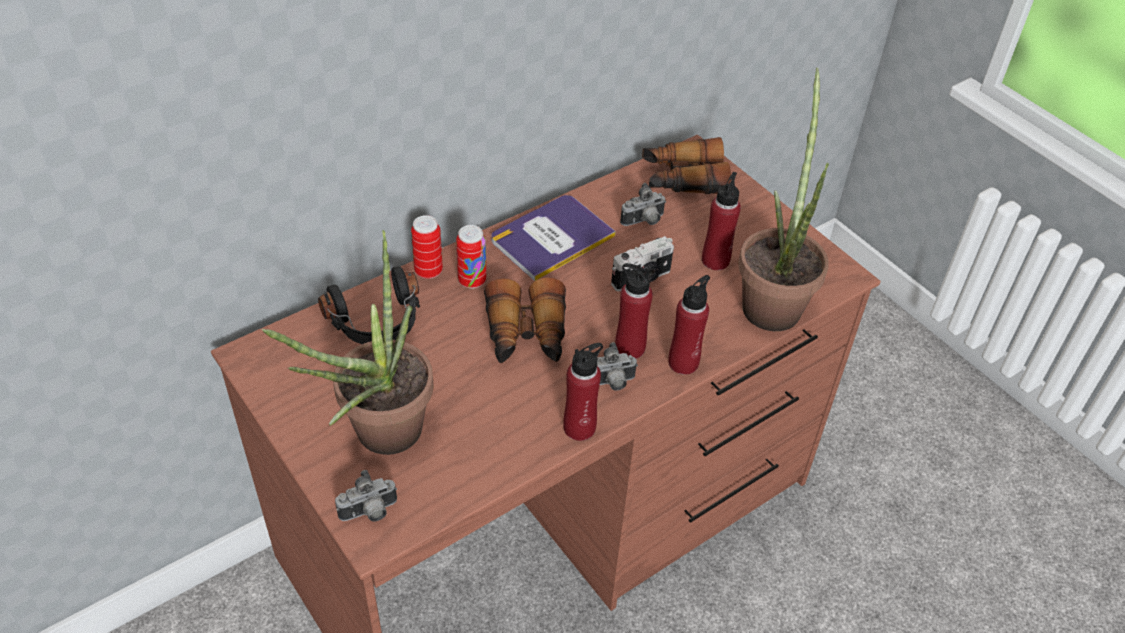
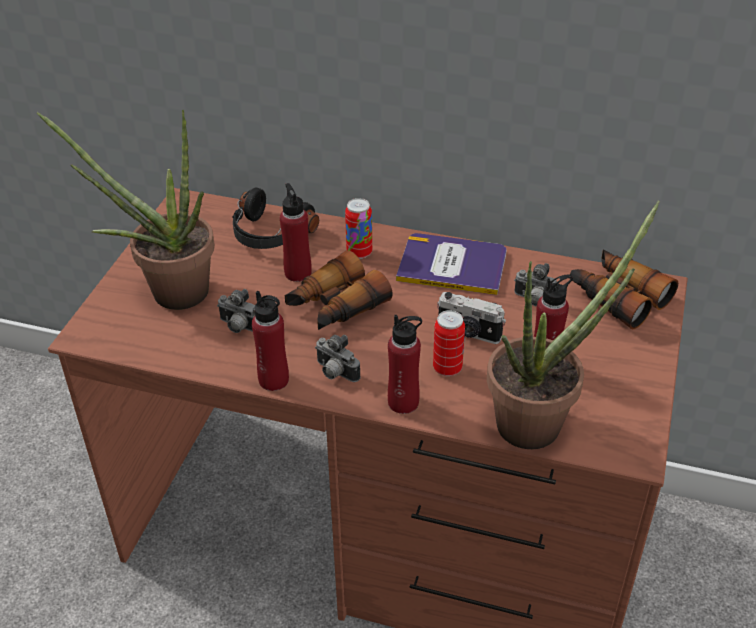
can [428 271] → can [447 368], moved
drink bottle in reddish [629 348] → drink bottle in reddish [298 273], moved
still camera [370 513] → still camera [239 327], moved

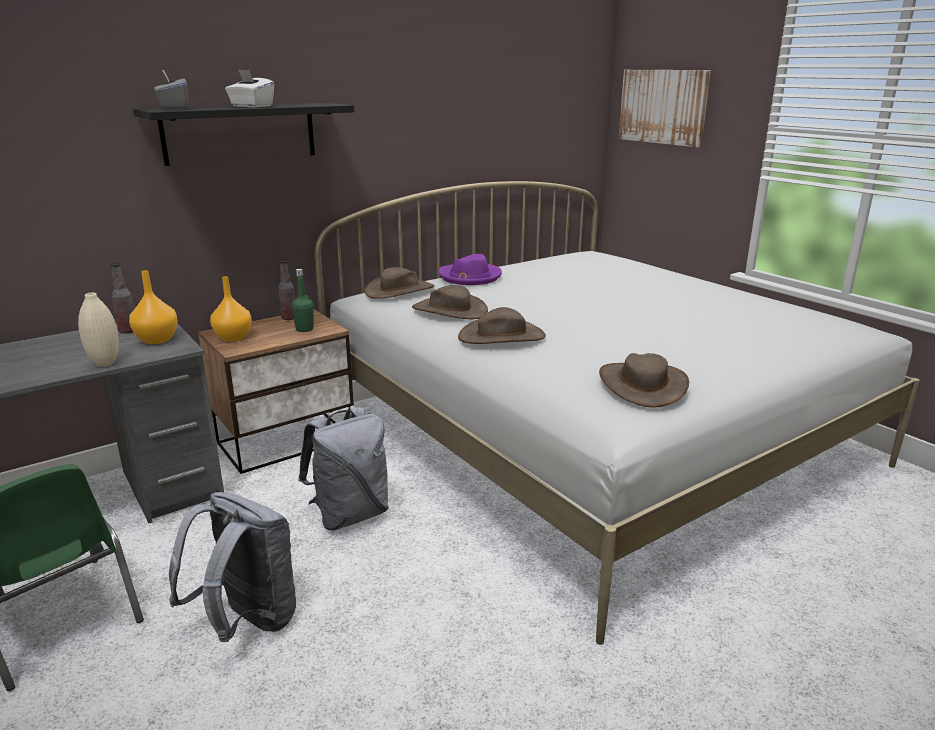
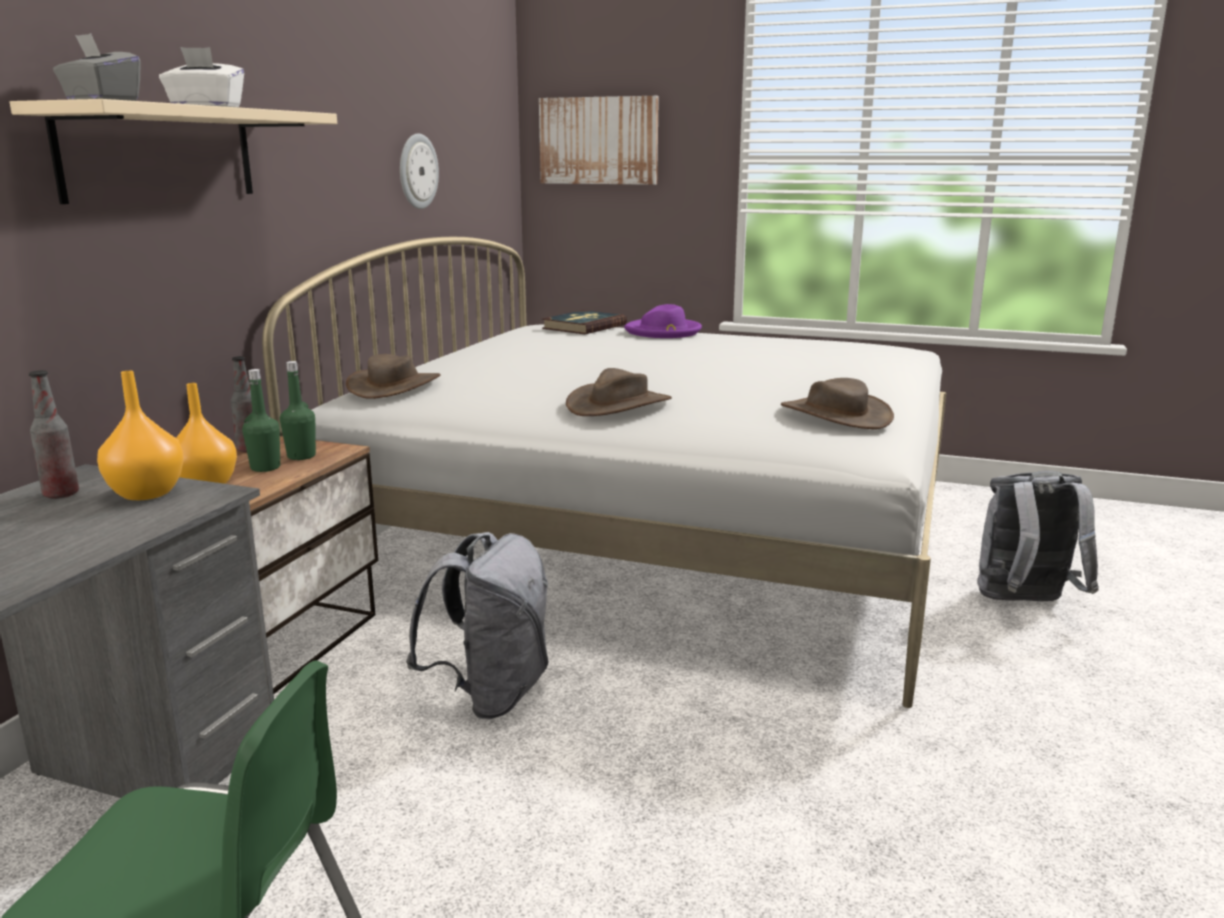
shelf in blackish [240 133] → shelf in sand-coloured [160 154]
hat in purple-coloured [469 277] → hat in purple-coloured [663 332], moved
hat in brown-coloured [450 310] → -
decorative vase in sand-coloured [105 363] → -
backpack in gray [247 621] → backpack in gray [1024 603], moved
- → hanging clock [417 171]
- → volume [584 326]
- → drink bottle in greenish [265 468]

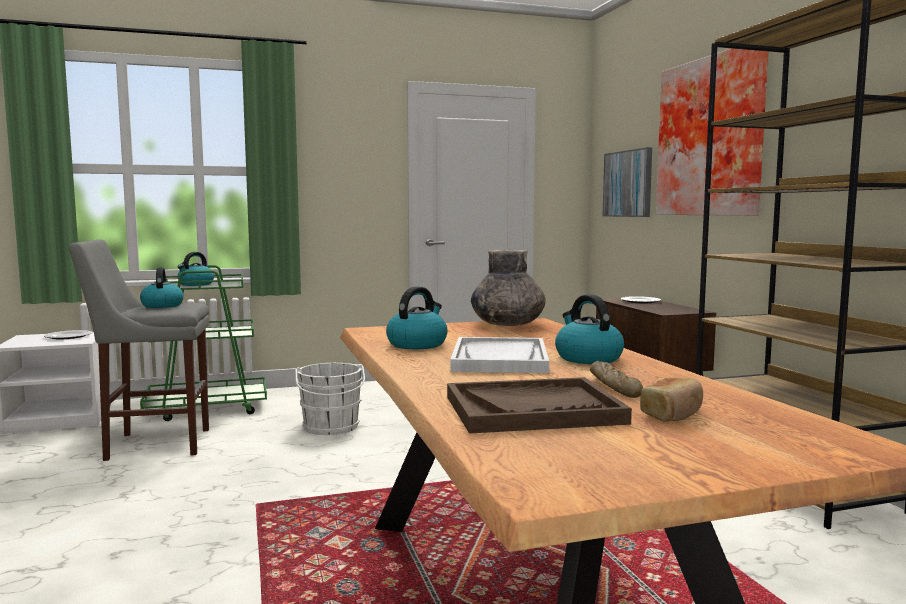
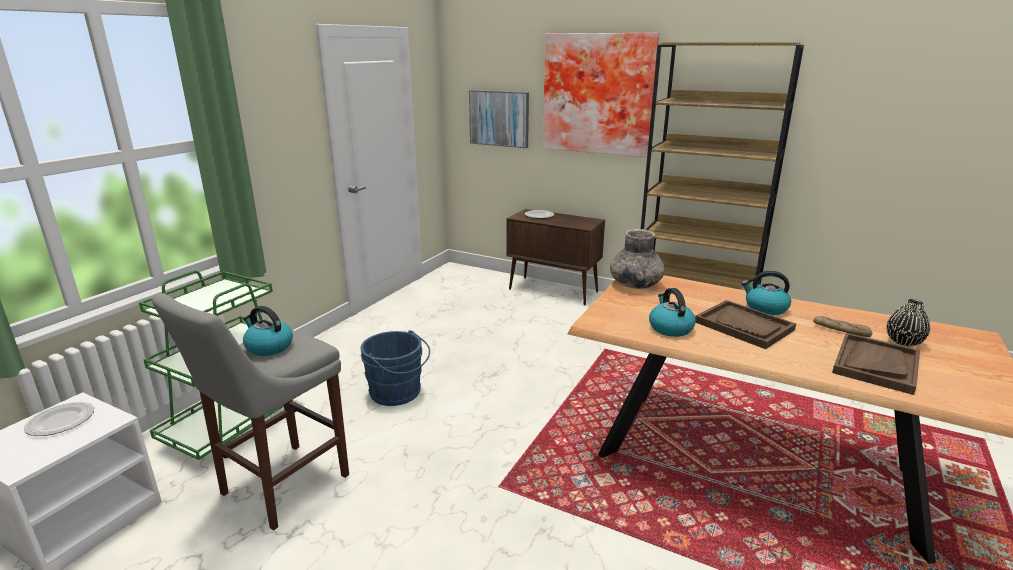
kettle [195 284] → -
carrying tray in white [500 359] → carrying tray in brown-coloured [744 326]
pail in white [331 428] → pail in blue-coloured [398 393]
bakery bread [673 413] → decorative vase in blackish [903 342]

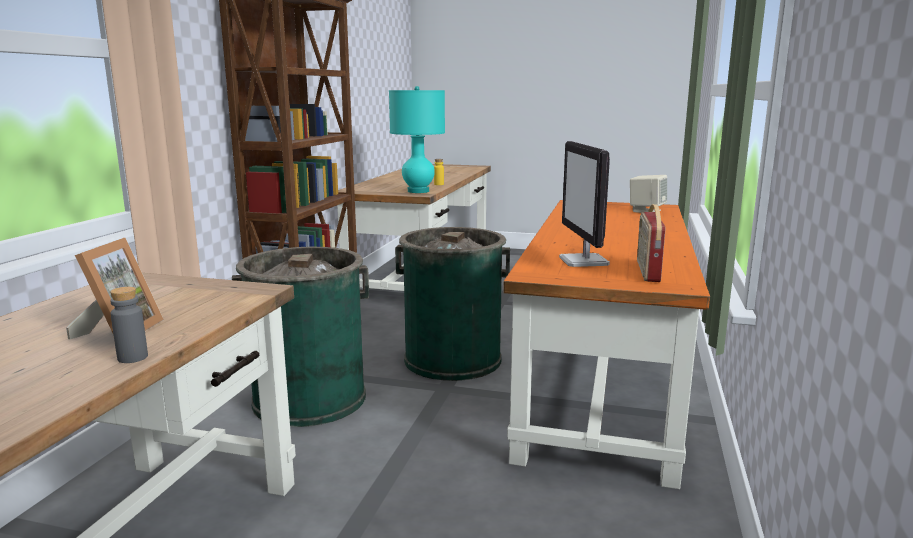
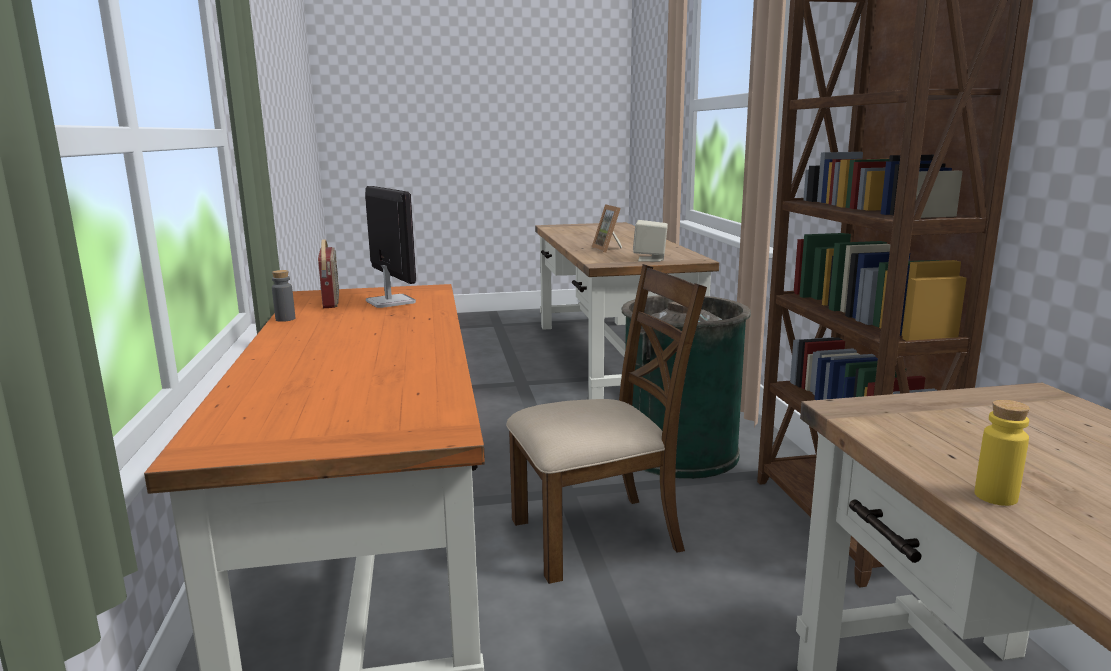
table lamp in blue-green [418 191] → -
speaker in sand-coloured [646 211] → speaker in sand-coloured [650 259], moved
rubbish bin in greenish [452 359] → plain chair in brown-coloured [598 535]
drink bottle in gray [132 357] → drink bottle in gray [285 319], moved

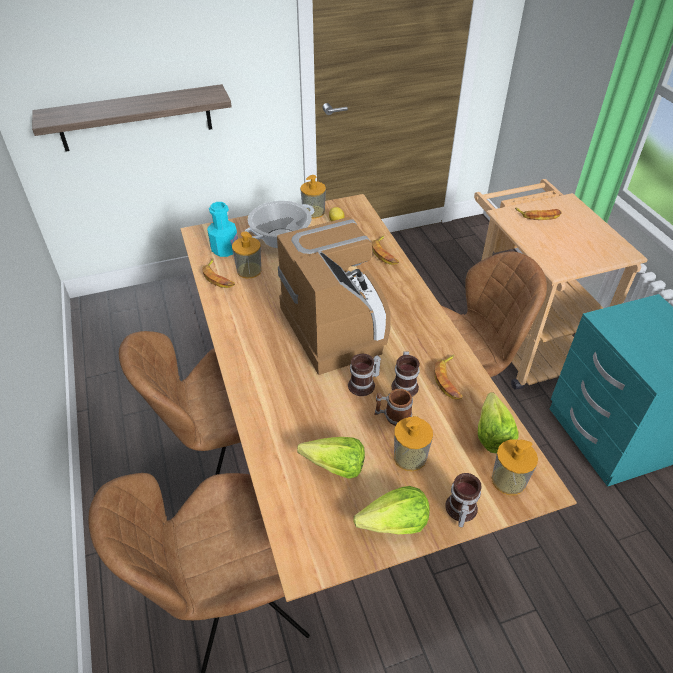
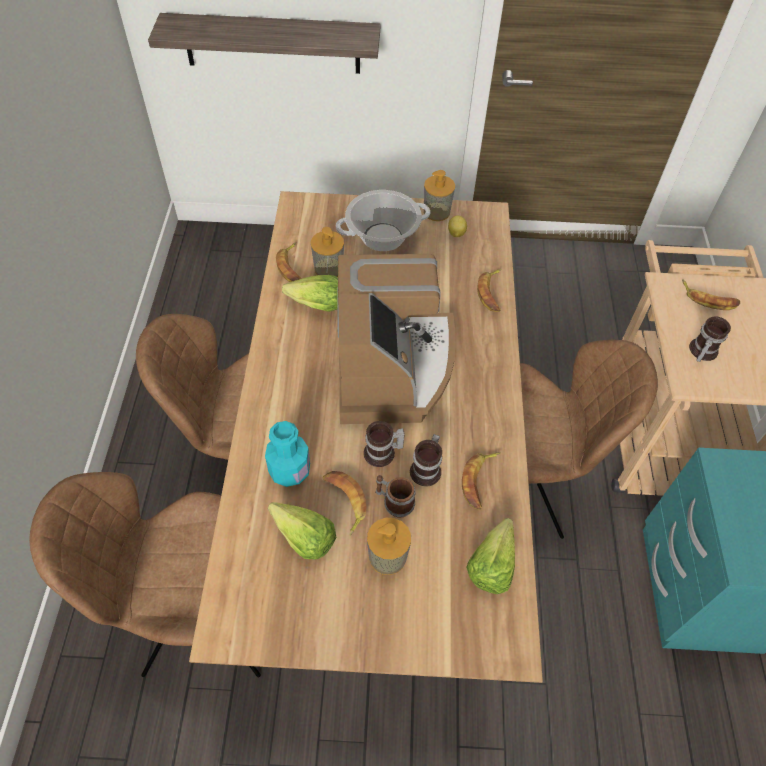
drink bottle in blue-green [225 249] → drink bottle in blue-green [289 470], moved
liquid soap bottle [508 480] → -
coffee mug [459 510] → coffee mug [701 351], moved
head of lettuce [394 524] → head of lettuce [317 305], moved
- → whole banana [344 502]

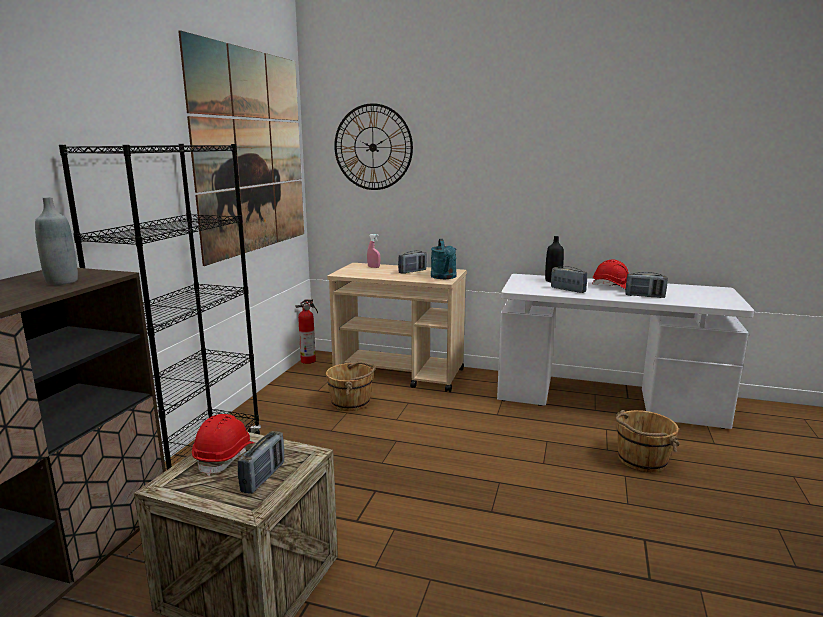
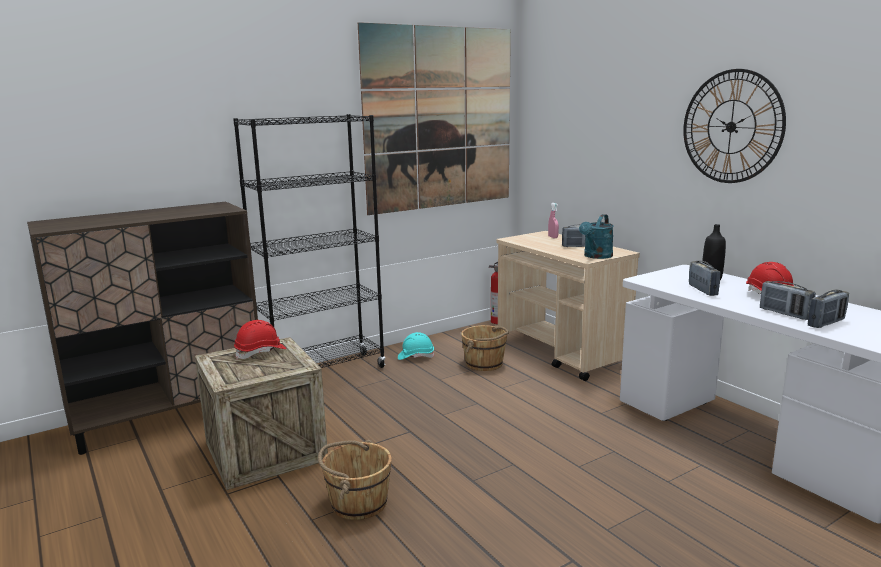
hanging clock [373 147] → hanging clock [731 127], moved
drink bottle in gray [62 282] → -
pail in brown-coloured [641 460] → pail in brown-coloured [358 502], moved
radio receiver [263 477] → radio receiver [826 323], moved
- → hard hat in blue-green [416 356]

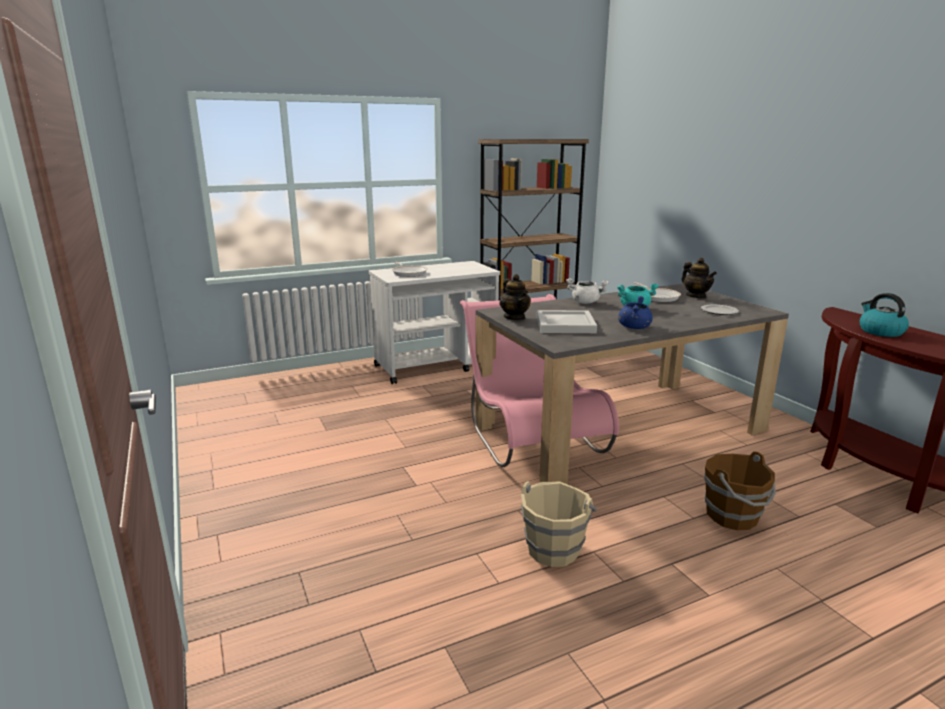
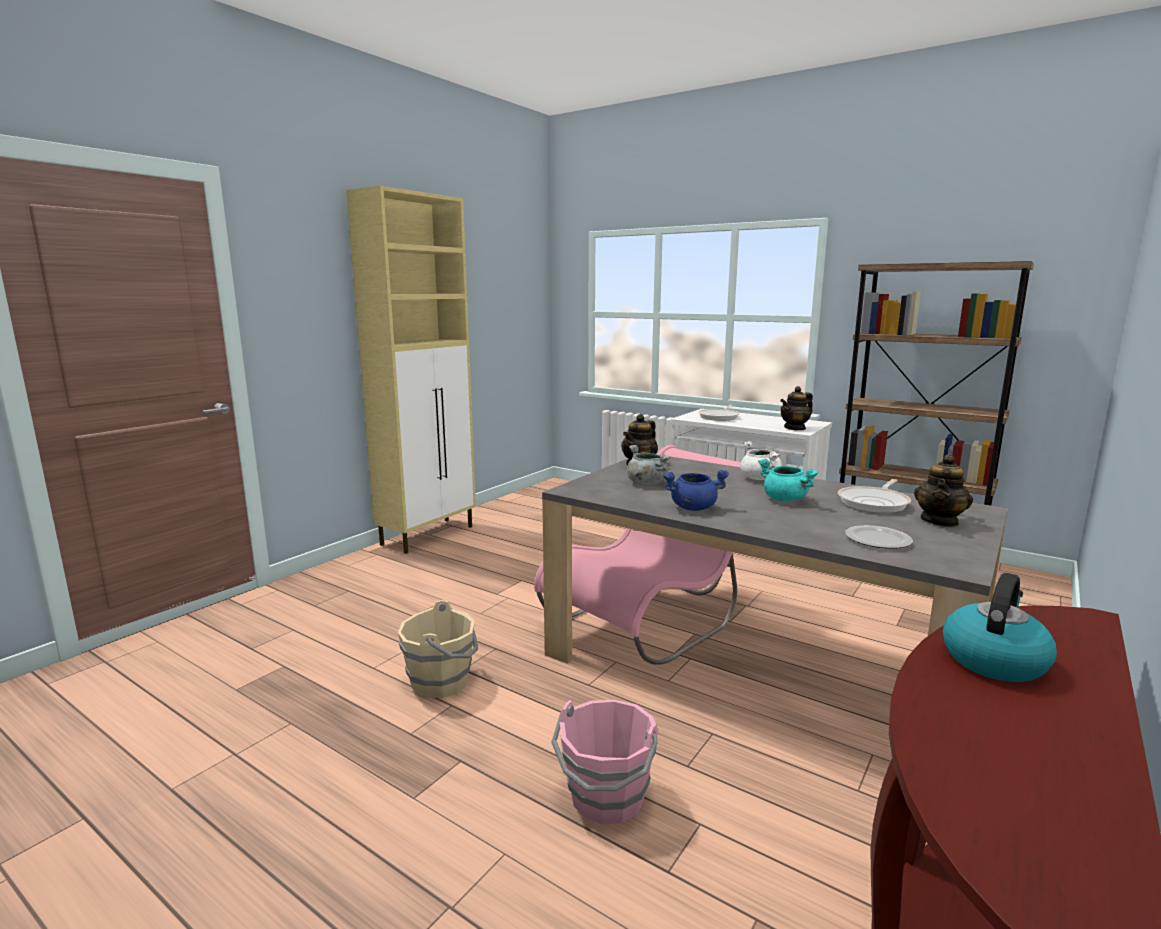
carrying tray in white [564 325] → saucepot in gray [646 483]
pail in brown-coloured [733 516] → pail in pinkish [607 798]
- → cupboard in sand-coloured [429 535]
- → tea pot [795 428]

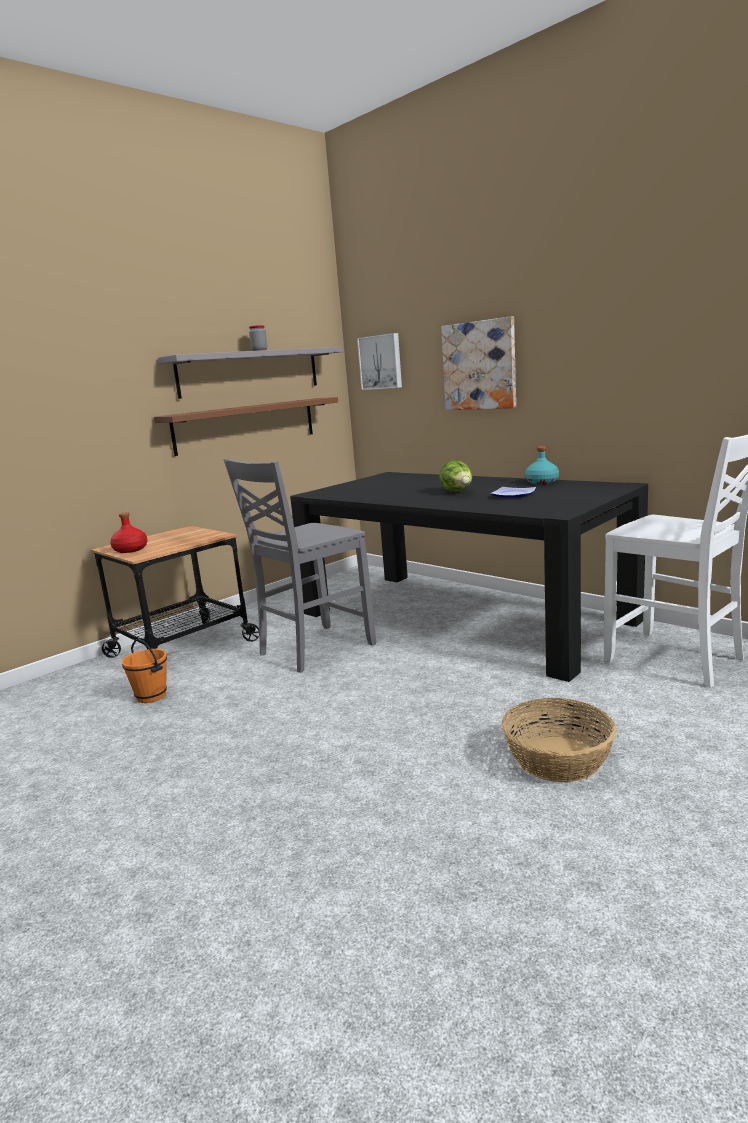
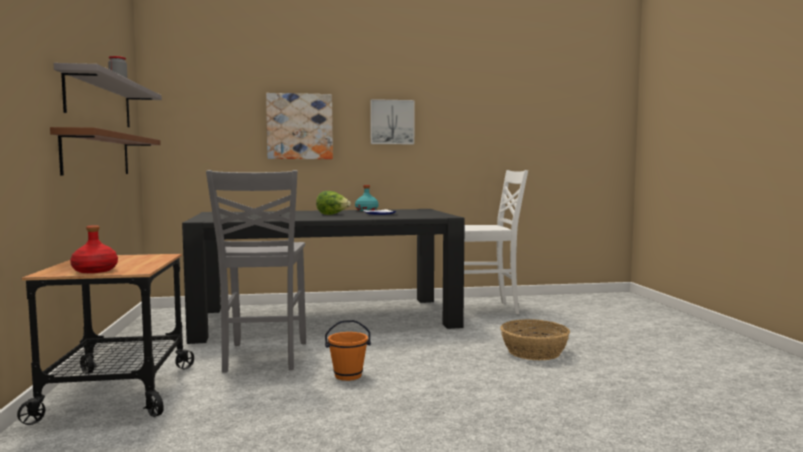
picture [381 362] → picture [392 122], moved
pail in orange [152 696] → pail in orange [348 375], moved

